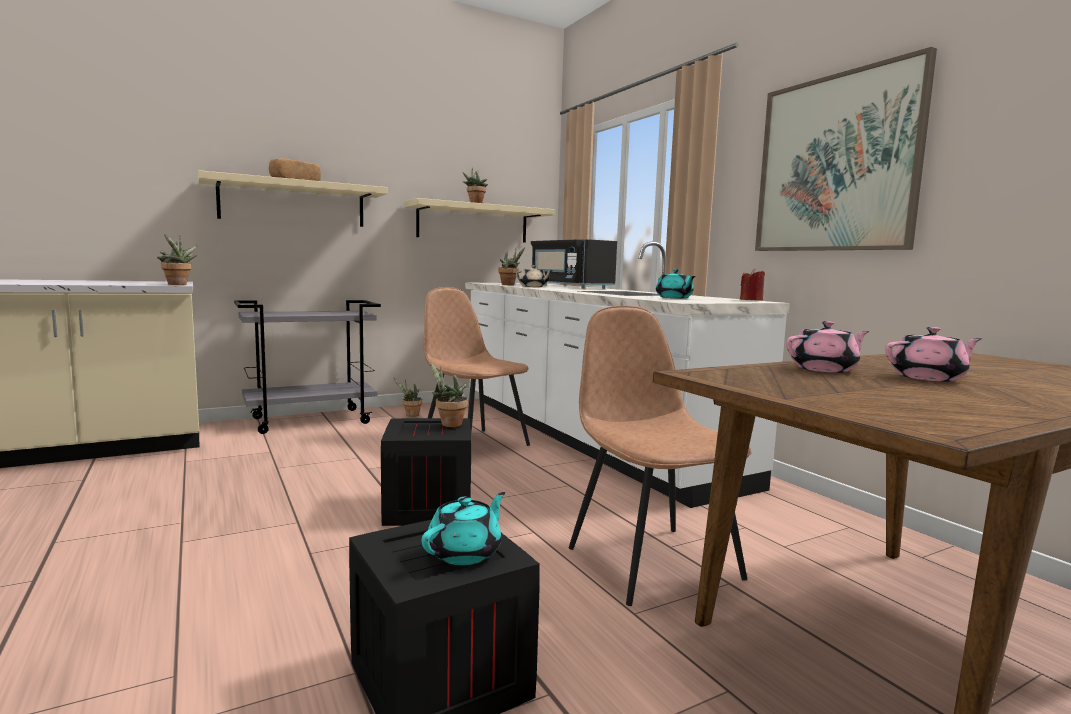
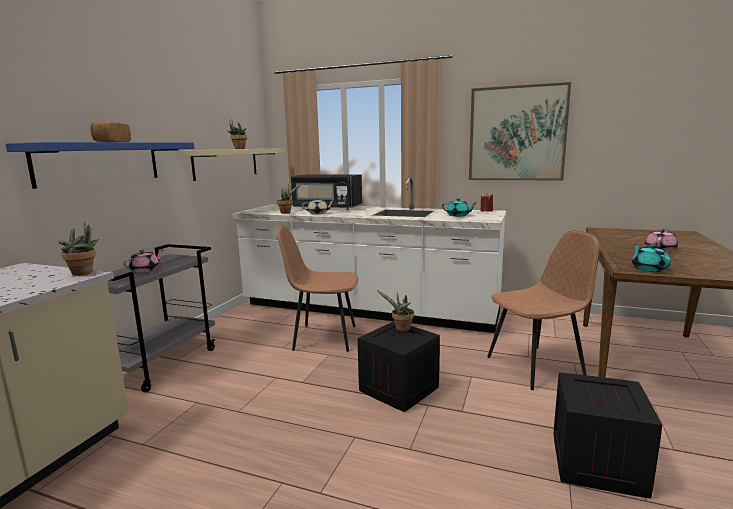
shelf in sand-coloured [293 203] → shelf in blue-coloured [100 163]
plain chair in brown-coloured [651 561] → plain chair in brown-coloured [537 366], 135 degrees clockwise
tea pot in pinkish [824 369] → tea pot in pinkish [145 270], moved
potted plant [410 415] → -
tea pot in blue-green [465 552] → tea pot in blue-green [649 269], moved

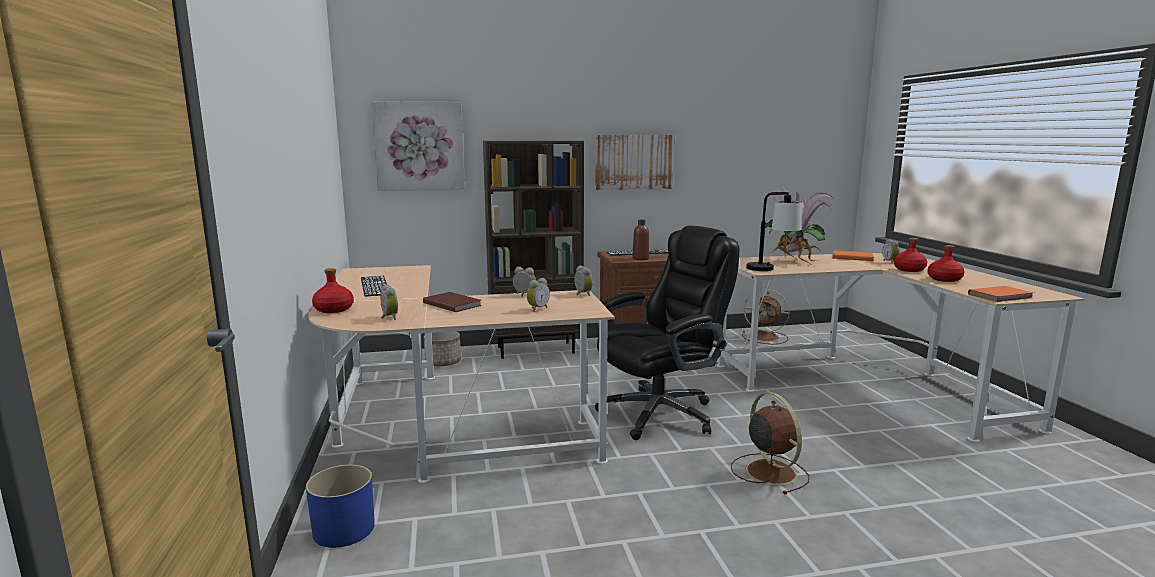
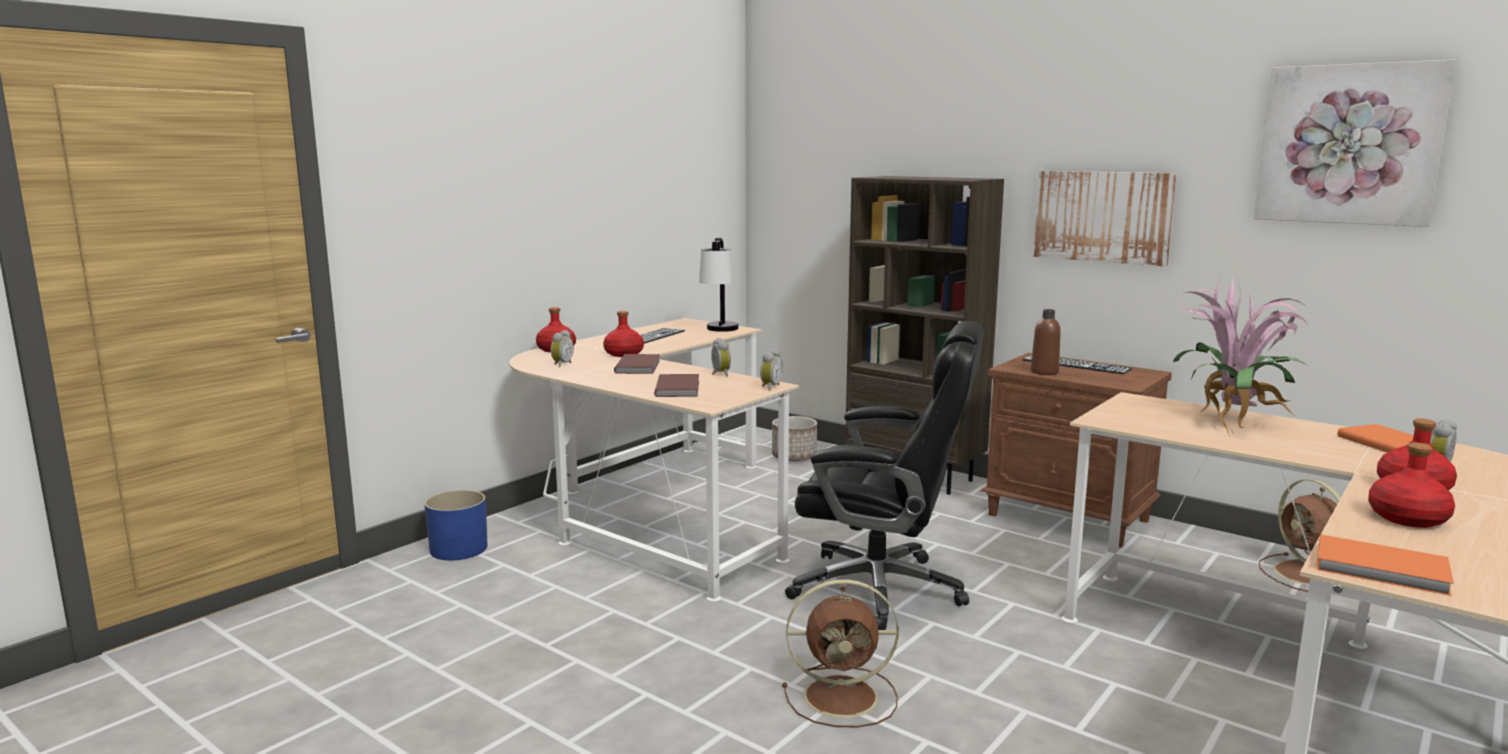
picture [419 146] → picture [1349 144], moved
table lamp [771 270] → table lamp [720 331], moved
alarm clock [537 309] → volume in brown-coloured [679 388]
electric fan in brown-coloured [769 471] → electric fan in brown-coloured [844 697], 60 degrees clockwise
- → drink bottle in reddish [623 354]

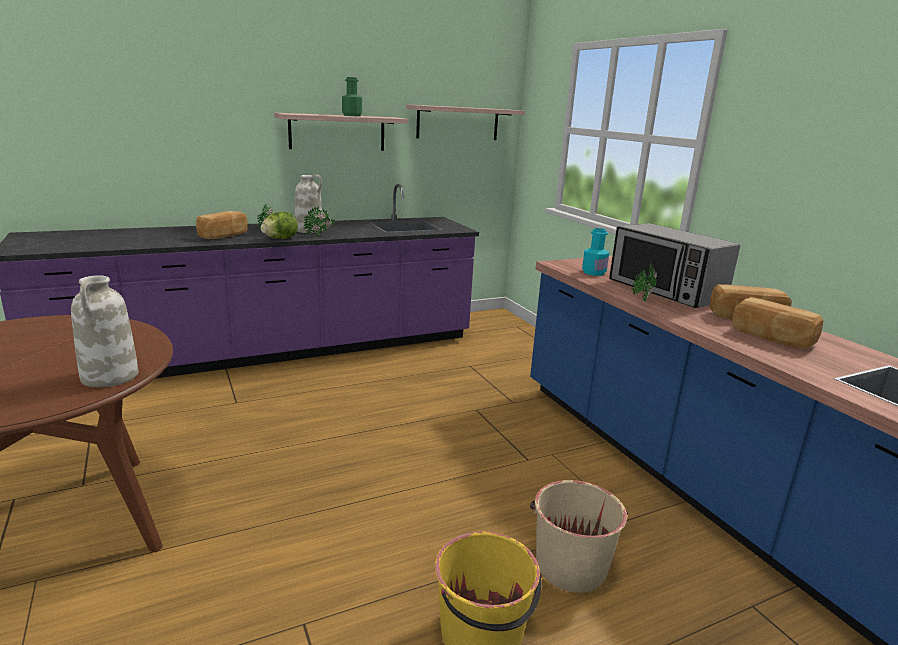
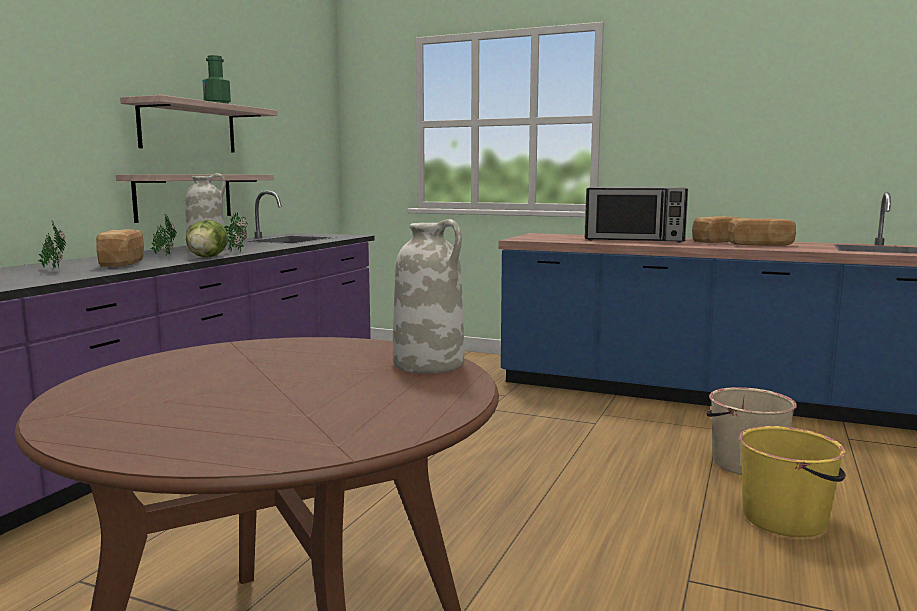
shelf [458 123] → shelf [184 196], moved
drink bottle in blue-green [593 272] → -
potted plant [641 299] → potted plant [53 270], moved

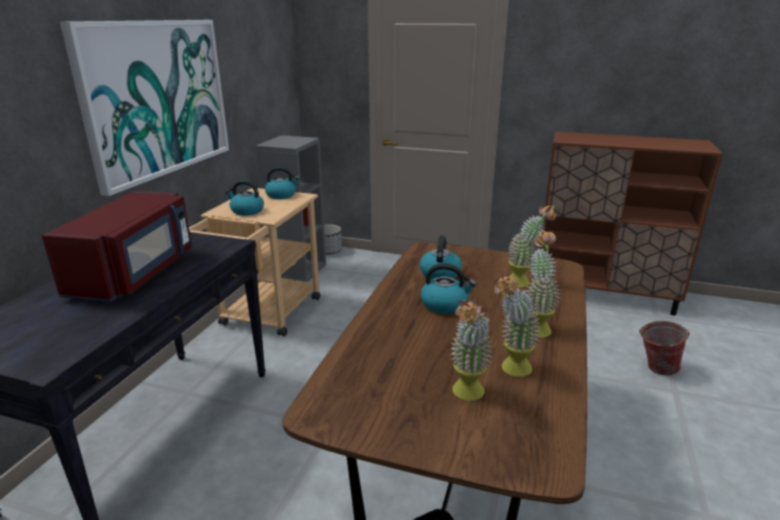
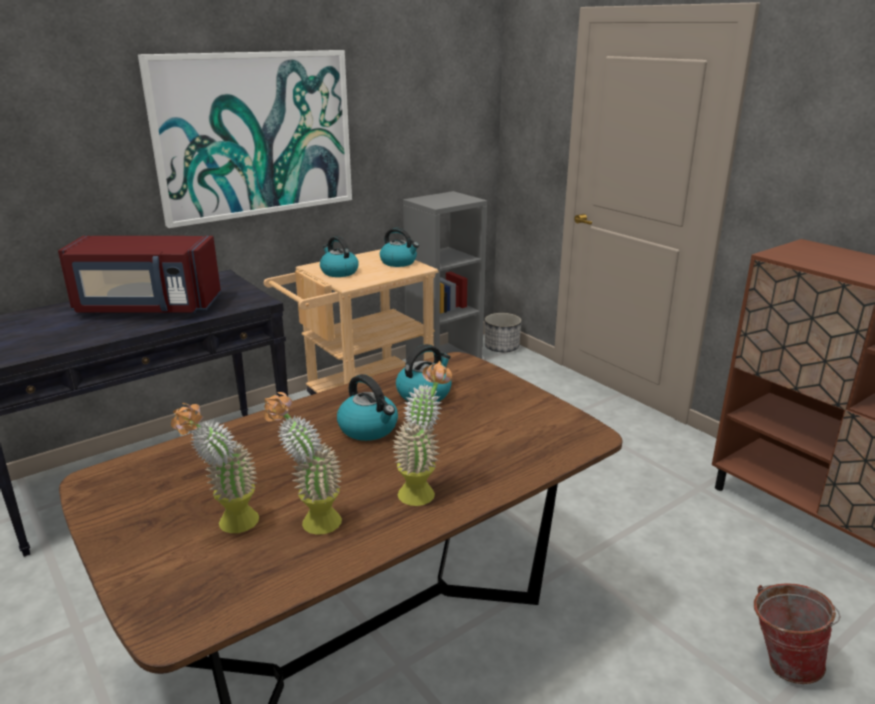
microwave oven in reddish [136 273] → microwave oven in reddish [147 308], 45 degrees clockwise
potted plant [524 282] → -

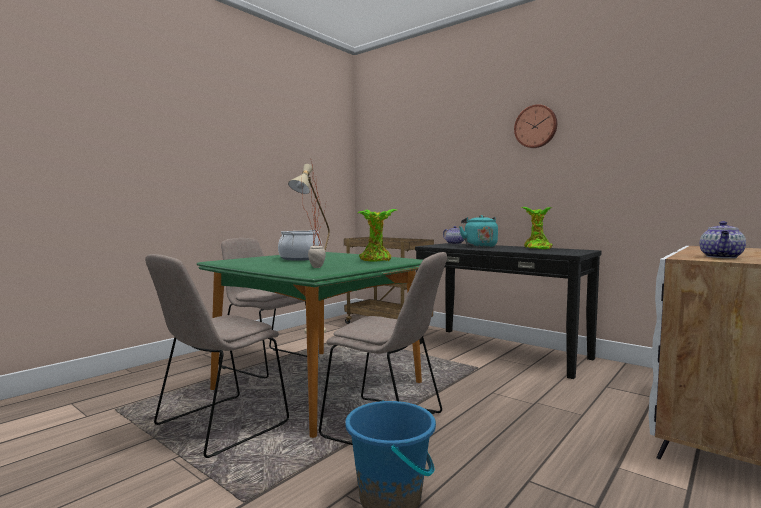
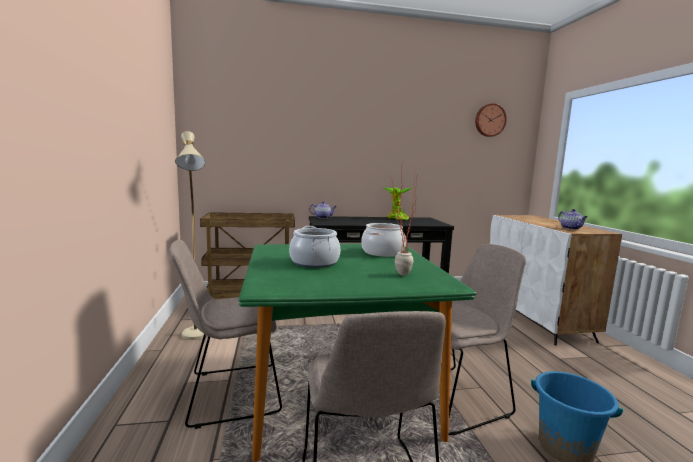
hanging clock [536 127] → hanging clock [489 120], moved
potted plant [376 260] → saucepot [383 252]
kettle in blue-green [479 246] → -

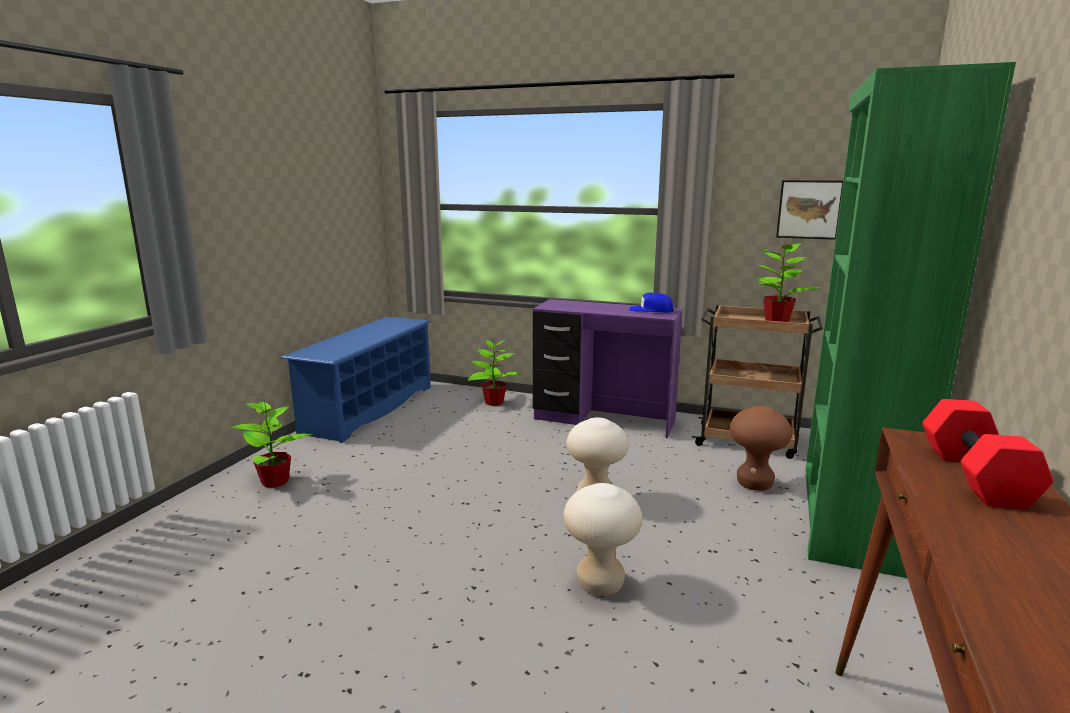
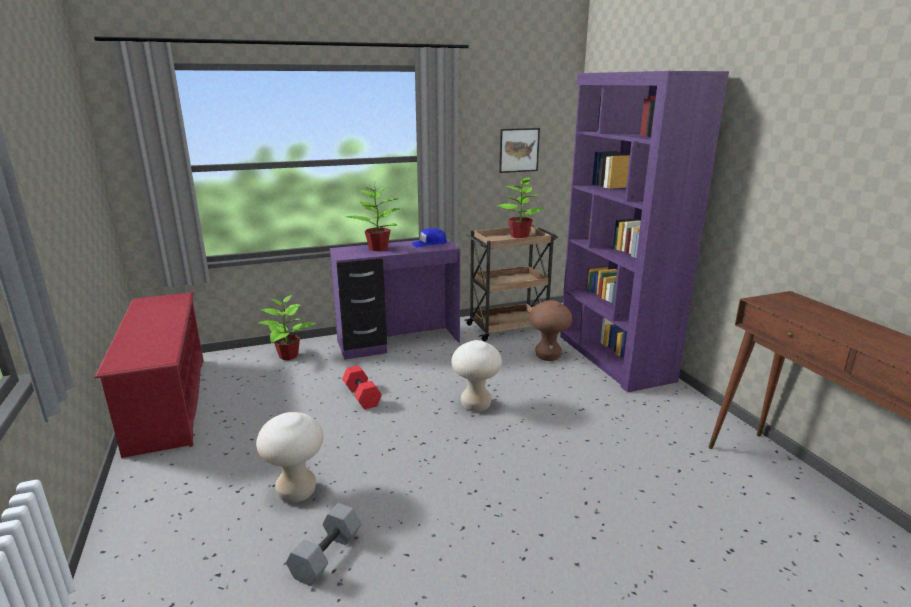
shelving unit in greenish [849 516] → shelving unit in purple-coloured [613 358]
shoe rack in blue-coloured [369 409] → shoe rack in reddish [168 402]
potted plant [276 482] → potted plant [379 248], moved
hand weight in reddish [972 475] → hand weight in reddish [361 396], moved
sitting stool in sand-coloured [600 584] → sitting stool in sand-coloured [297 492], moved
- → hand weight in gray [326 554]

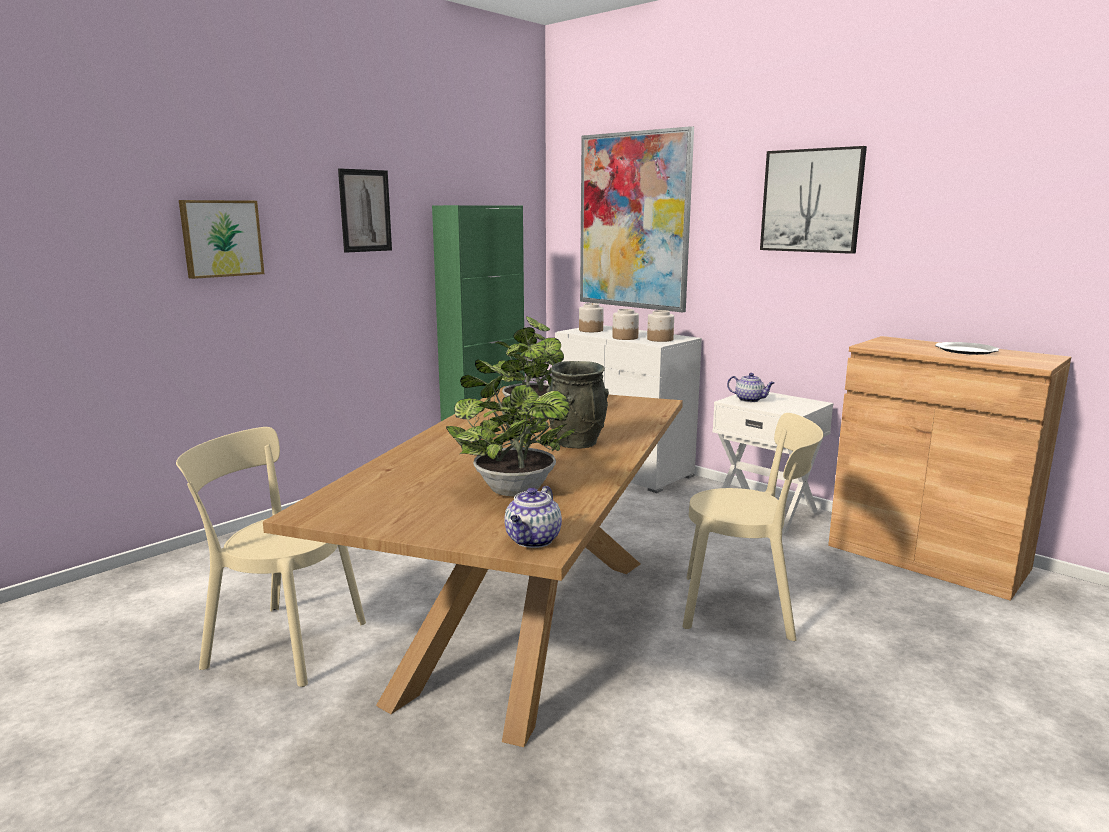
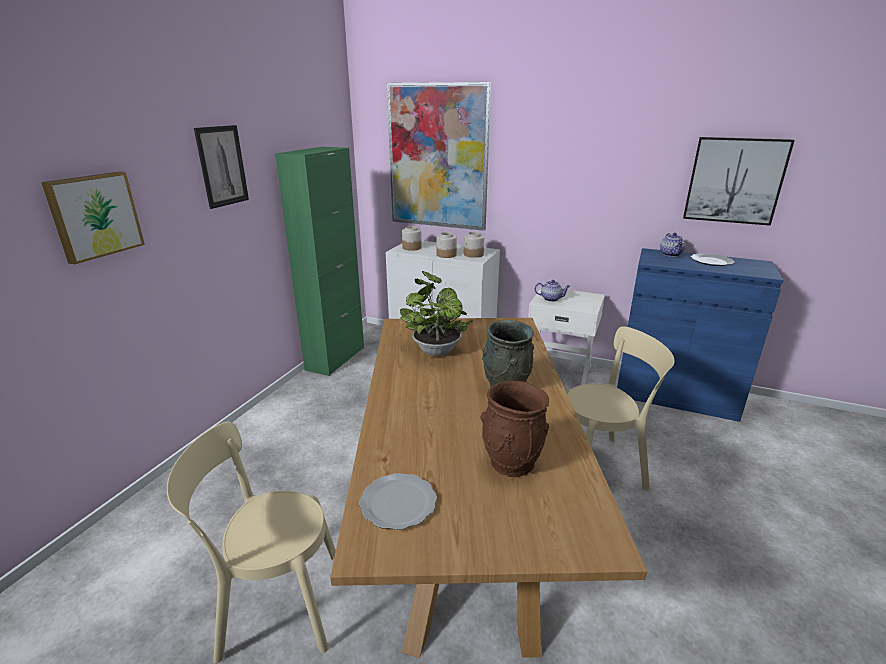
picture [811 201] → picture [734 180], moved
cupboard in brown-coloured [926 557] → cupboard in blue-coloured [675 394]
potted plant [510 489] → decorative vase in brown-coloured [511 464]
tea pot [533 541] → tea pot [671 254], moved
- → flat dish [398 502]

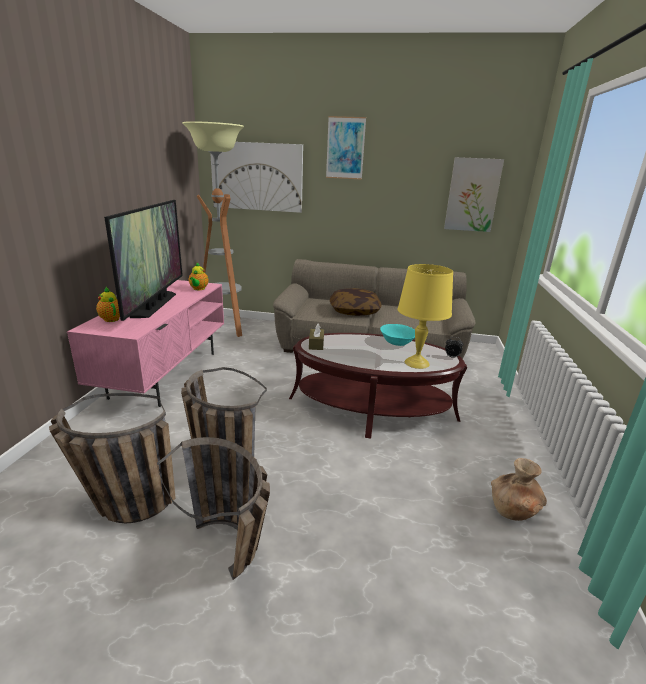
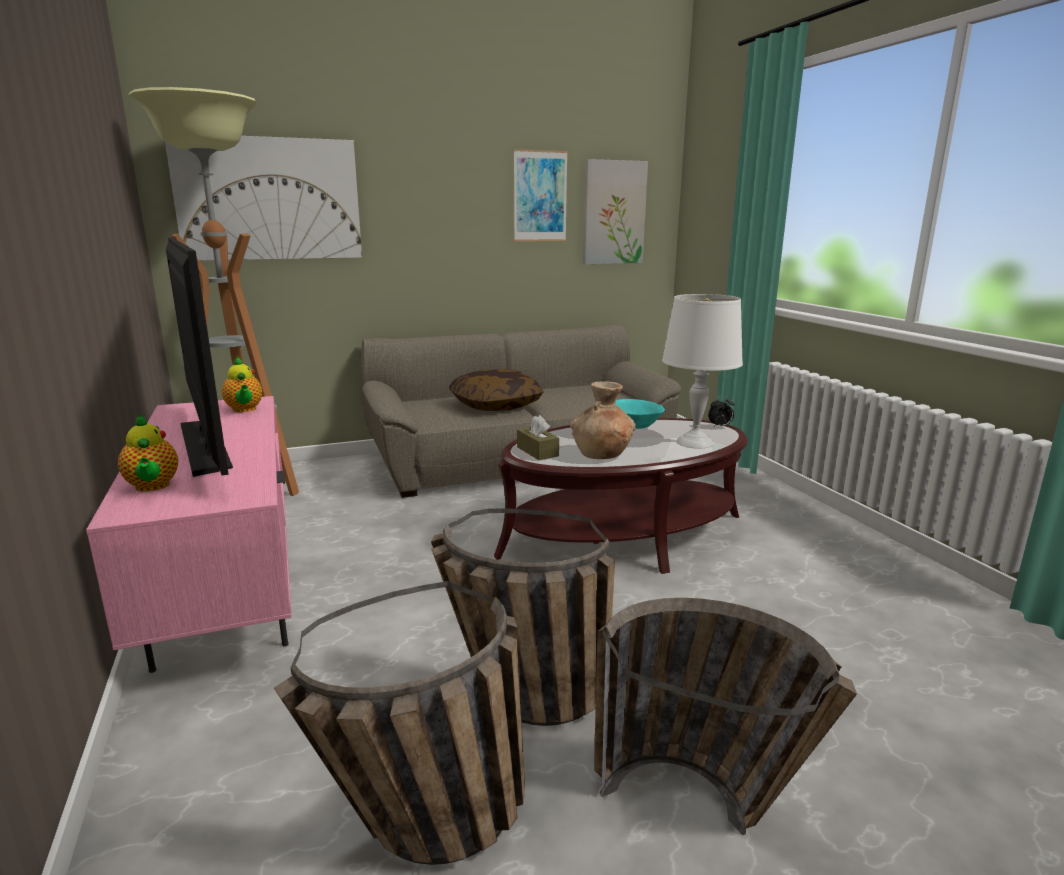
picture [345 148] → picture [540 196], moved
table lamp in yellow-coloured [417 363] → table lamp in white [695 442]
tea pot [111 319] → tea pot [152 487], 135 degrees counterclockwise
decorative vase in brown-coloured [513 510] → decorative vase in brown-coloured [602 454], moved

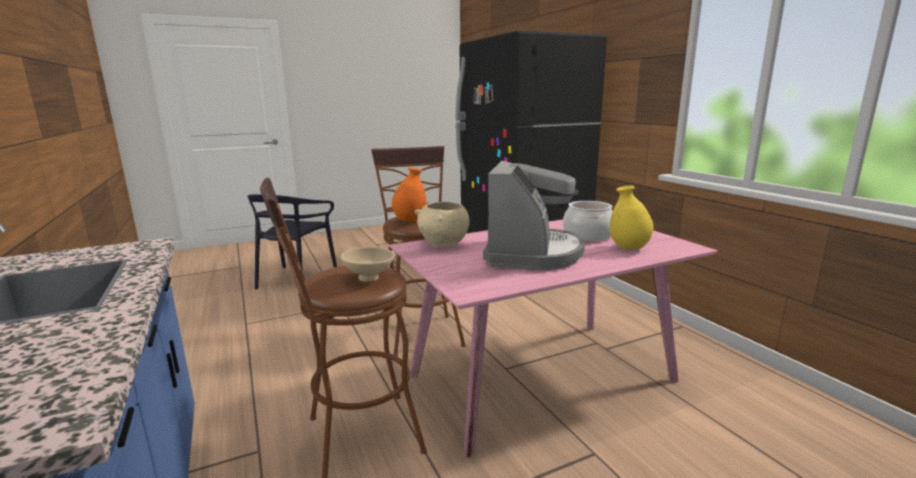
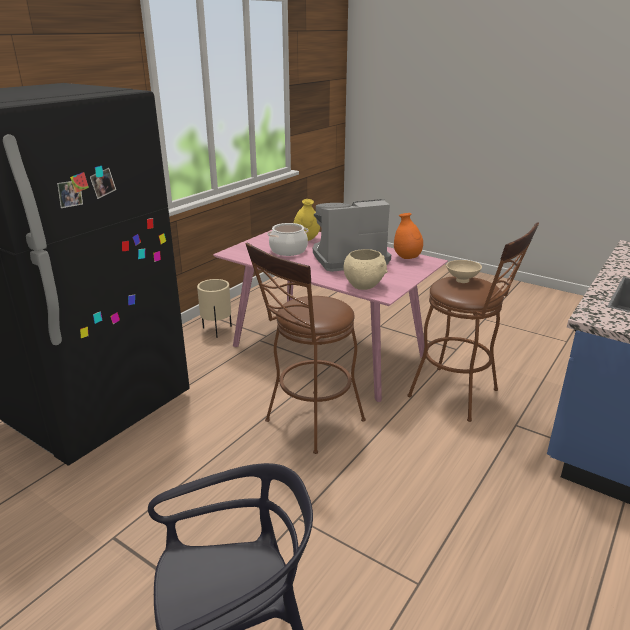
decorative vase in orange [410 221] → decorative vase in orange [407 258], moved
- → plant pot in sand-coloured [217 331]

